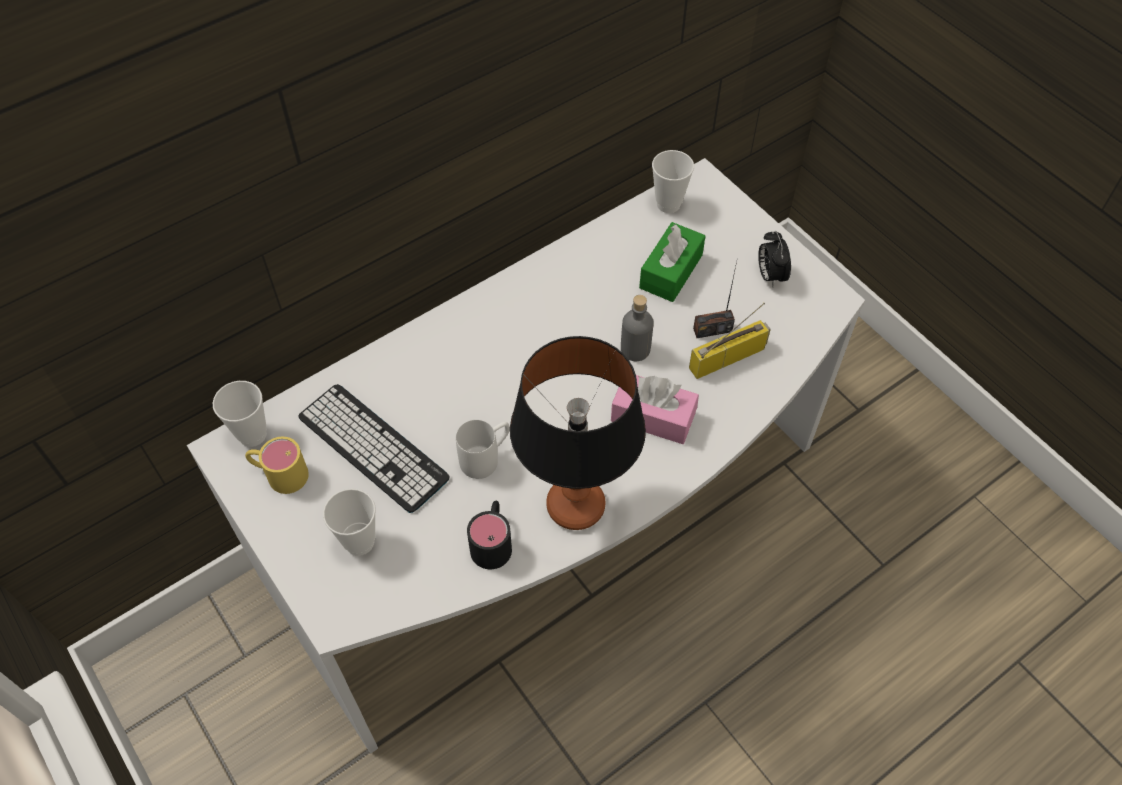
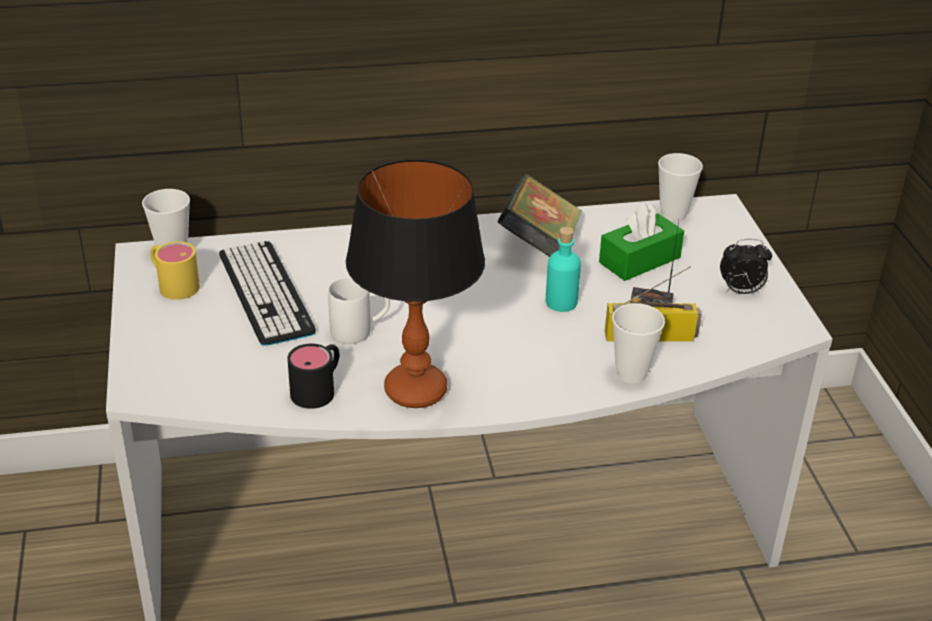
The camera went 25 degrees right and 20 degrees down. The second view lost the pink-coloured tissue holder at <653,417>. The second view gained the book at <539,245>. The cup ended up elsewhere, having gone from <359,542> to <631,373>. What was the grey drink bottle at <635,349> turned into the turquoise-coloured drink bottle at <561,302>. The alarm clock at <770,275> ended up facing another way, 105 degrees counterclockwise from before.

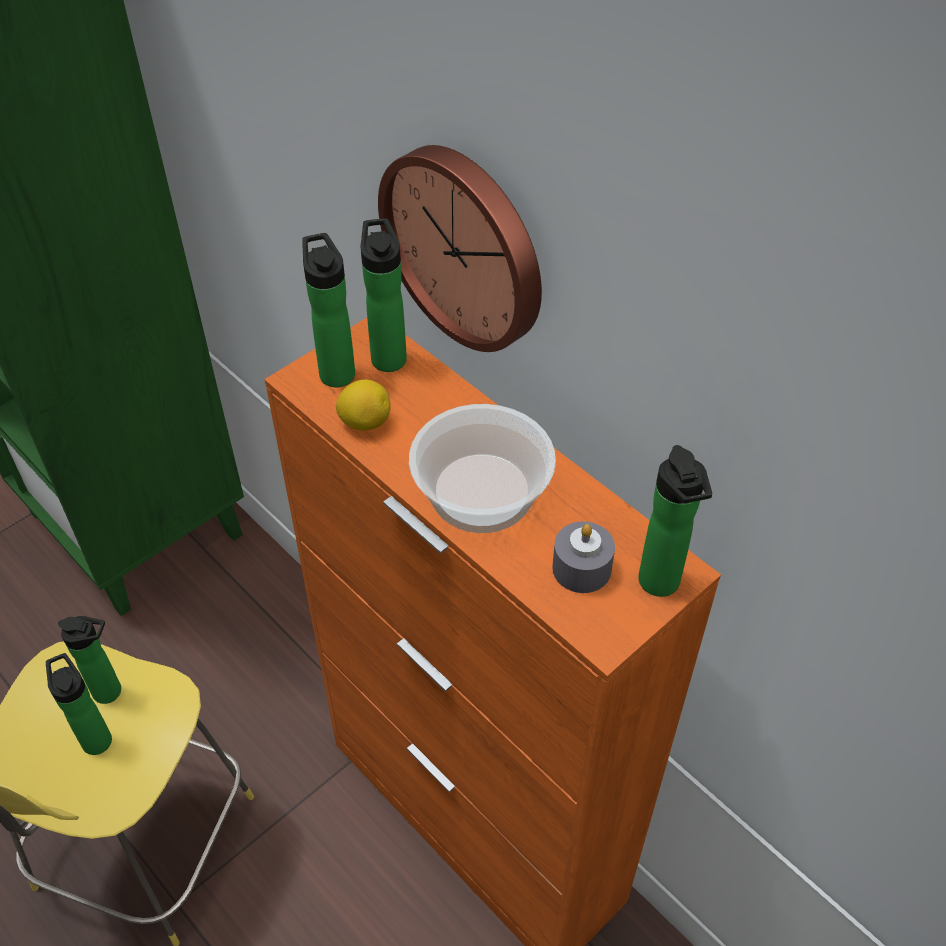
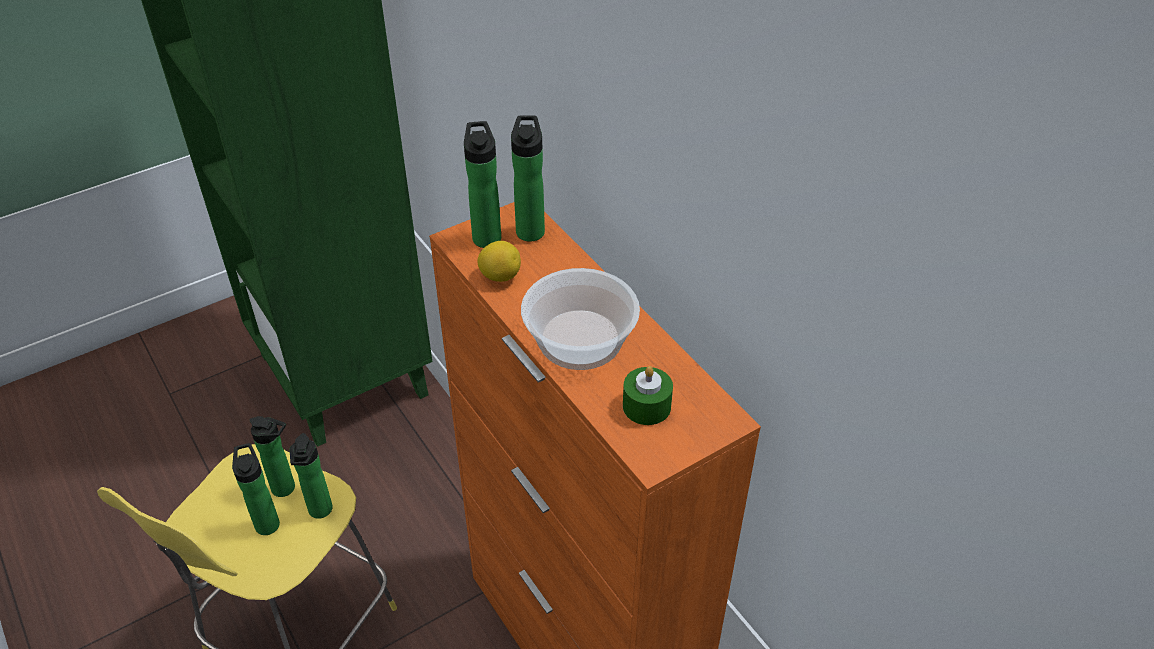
The camera went 10 degrees right and 5 degrees down. The second view lost the clock on the wall at <466,246>. The drink bottle ended up elsewhere, having gone from <661,586> to <320,512>. What was the grey candle at <581,568> turned into the greenish candle at <646,406>.

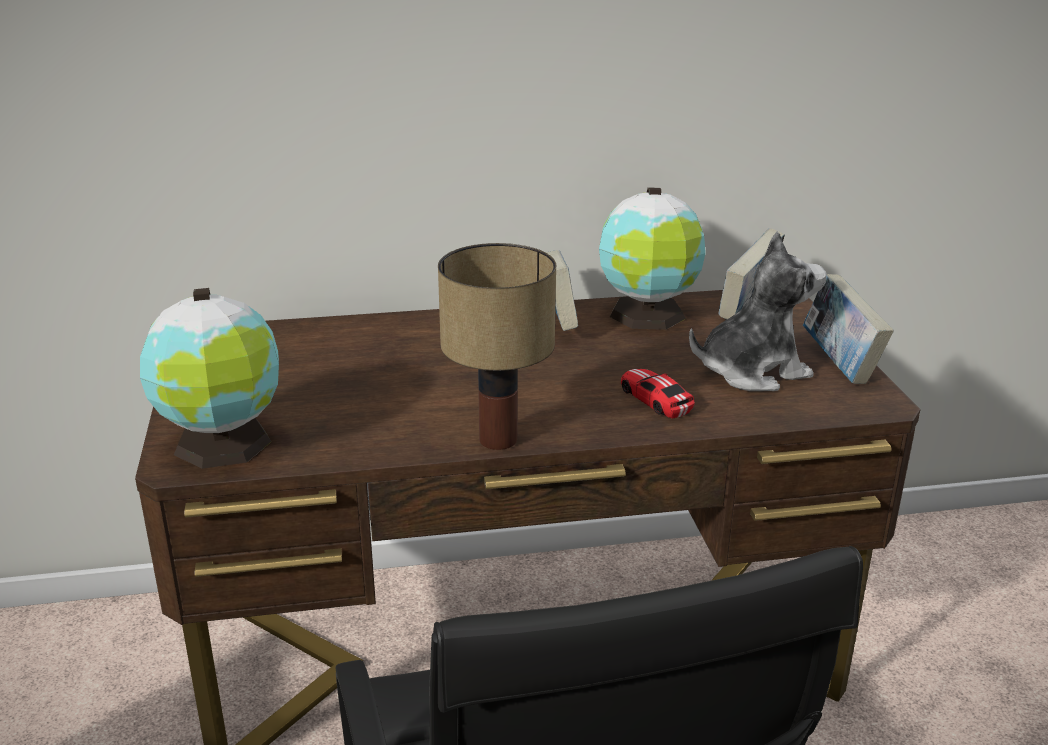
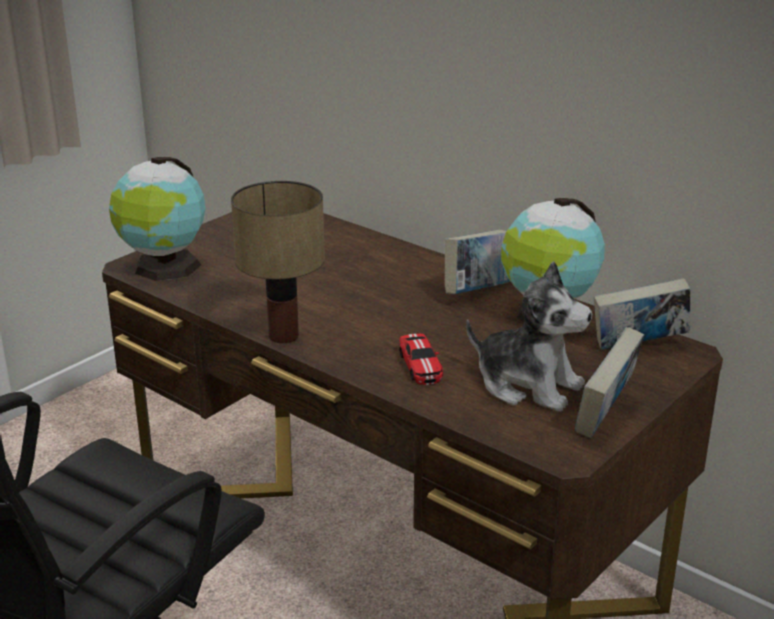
The camera went 50 degrees right and 0 degrees up. The miniature car at <655,399> ended up facing another way, 150 degrees clockwise from before.

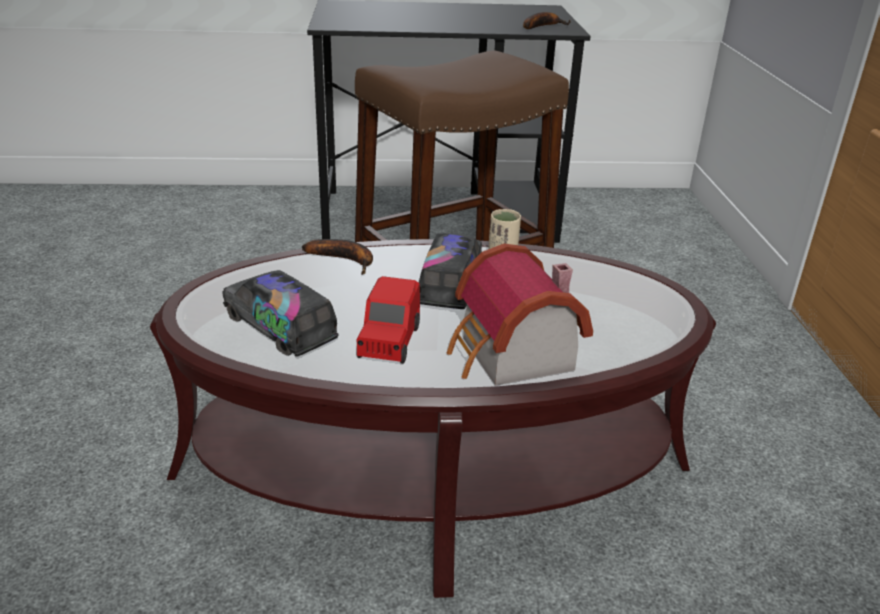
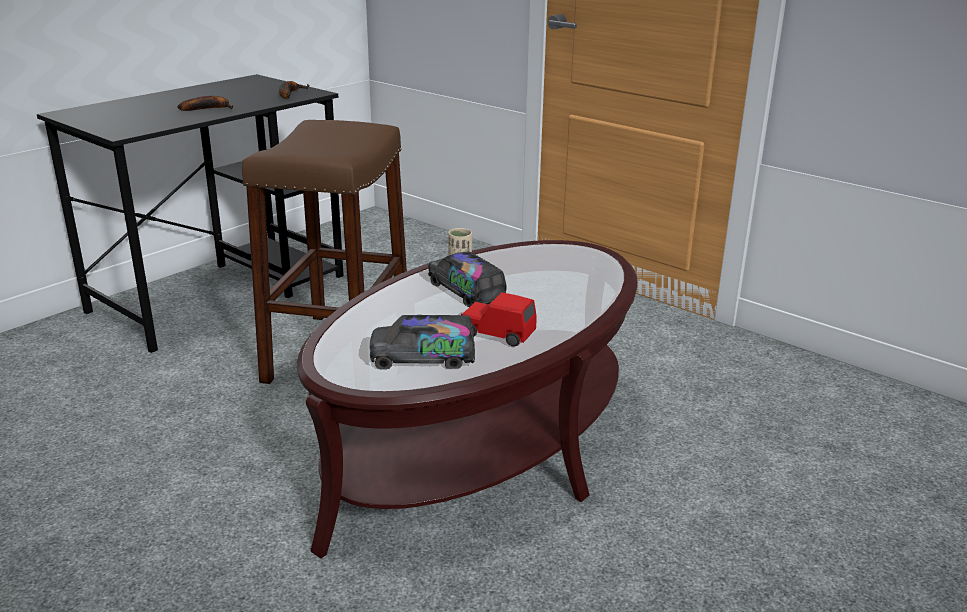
The camera went 45 degrees left and 5 degrees down. The second view lost the toy house at <511,356>. The banana ended up elsewhere, having gone from <345,260> to <208,109>. The red miniature car at <389,342> ended up facing another way, 150 degrees clockwise from before.

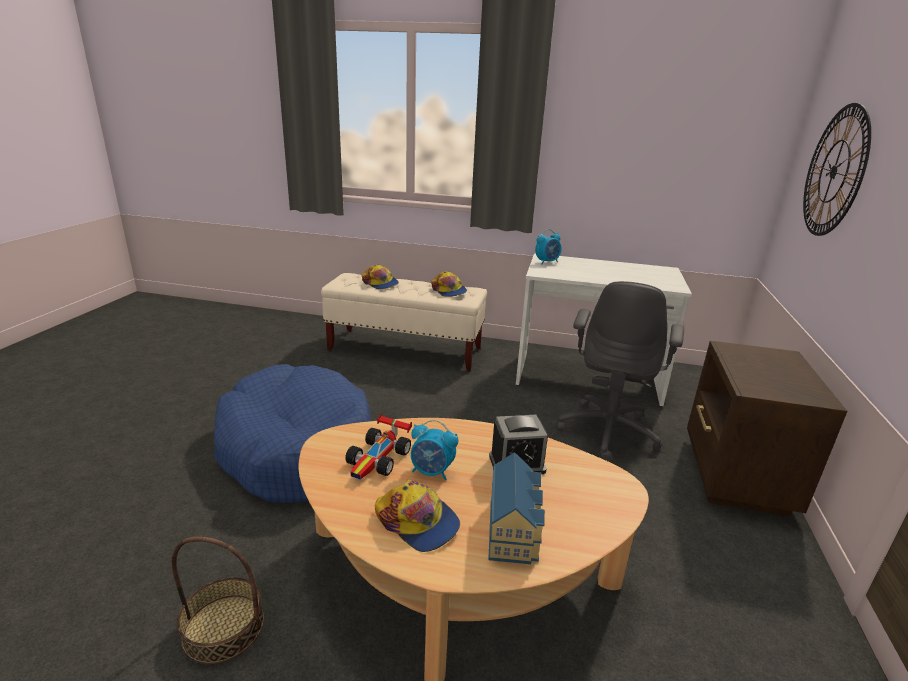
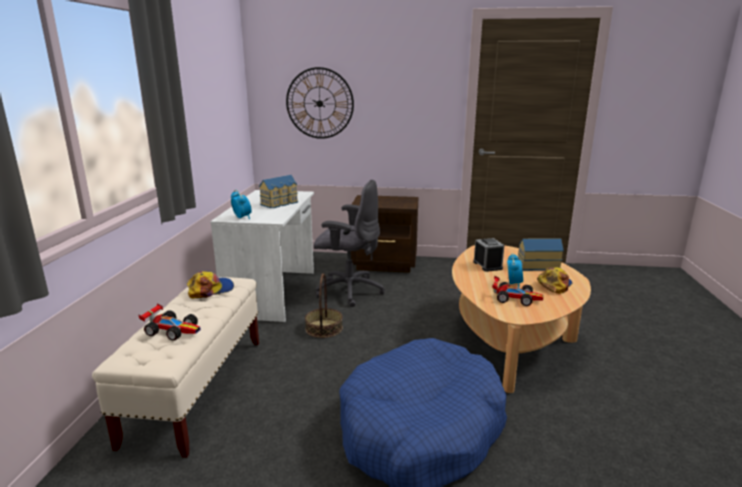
The camera went 95 degrees left and 5 degrees down. The second view gained the toy house at <280,203>. The household basket ended up elsewhere, having gone from <223,628> to <324,328>. Where the cap stood at <380,283>, the miniature car came to stand at <173,330>.

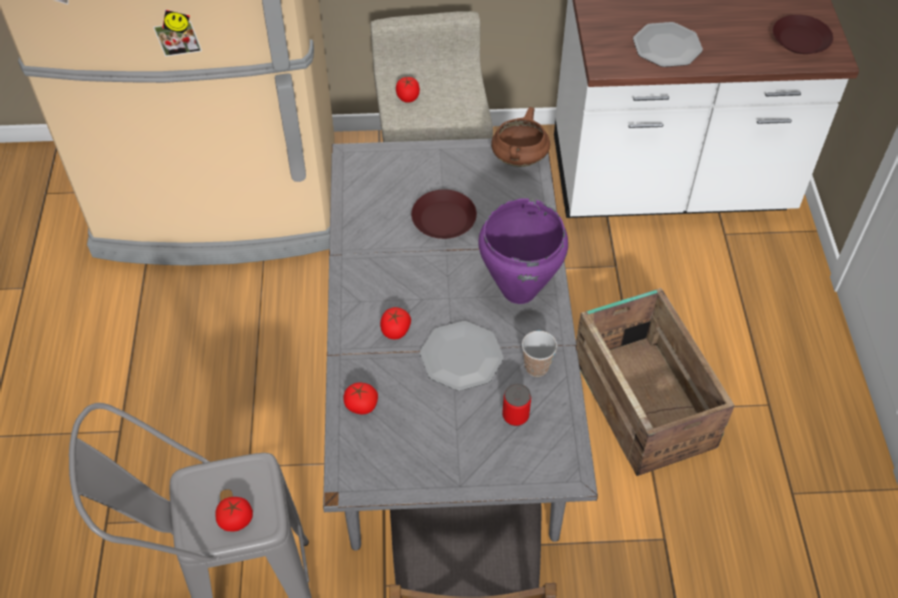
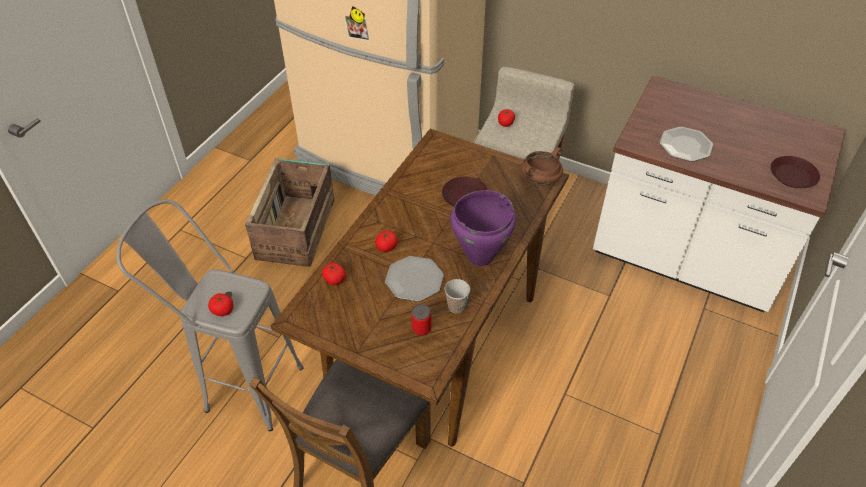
The camera went 30 degrees right and 5 degrees down. The crate ended up elsewhere, having gone from <643,400> to <297,228>. What was the grey kitchen table at <449,422> turned into the brownish kitchen table at <433,341>.

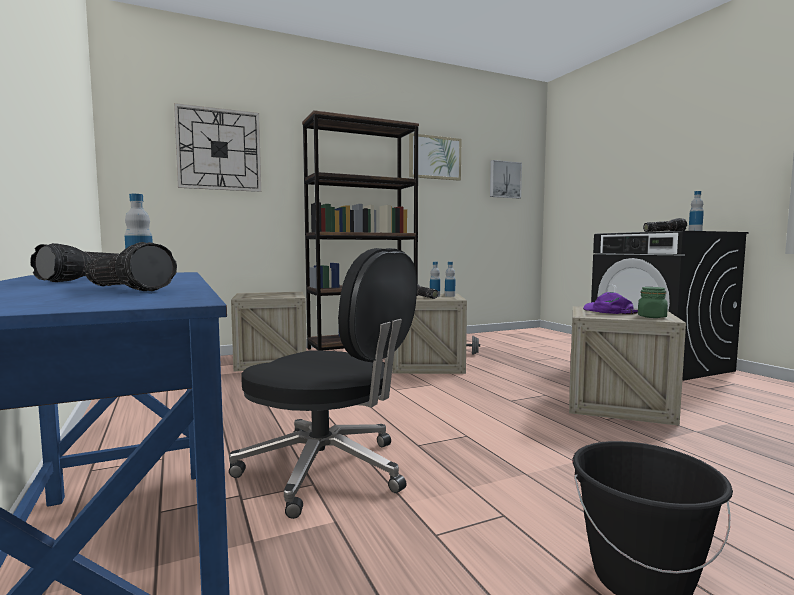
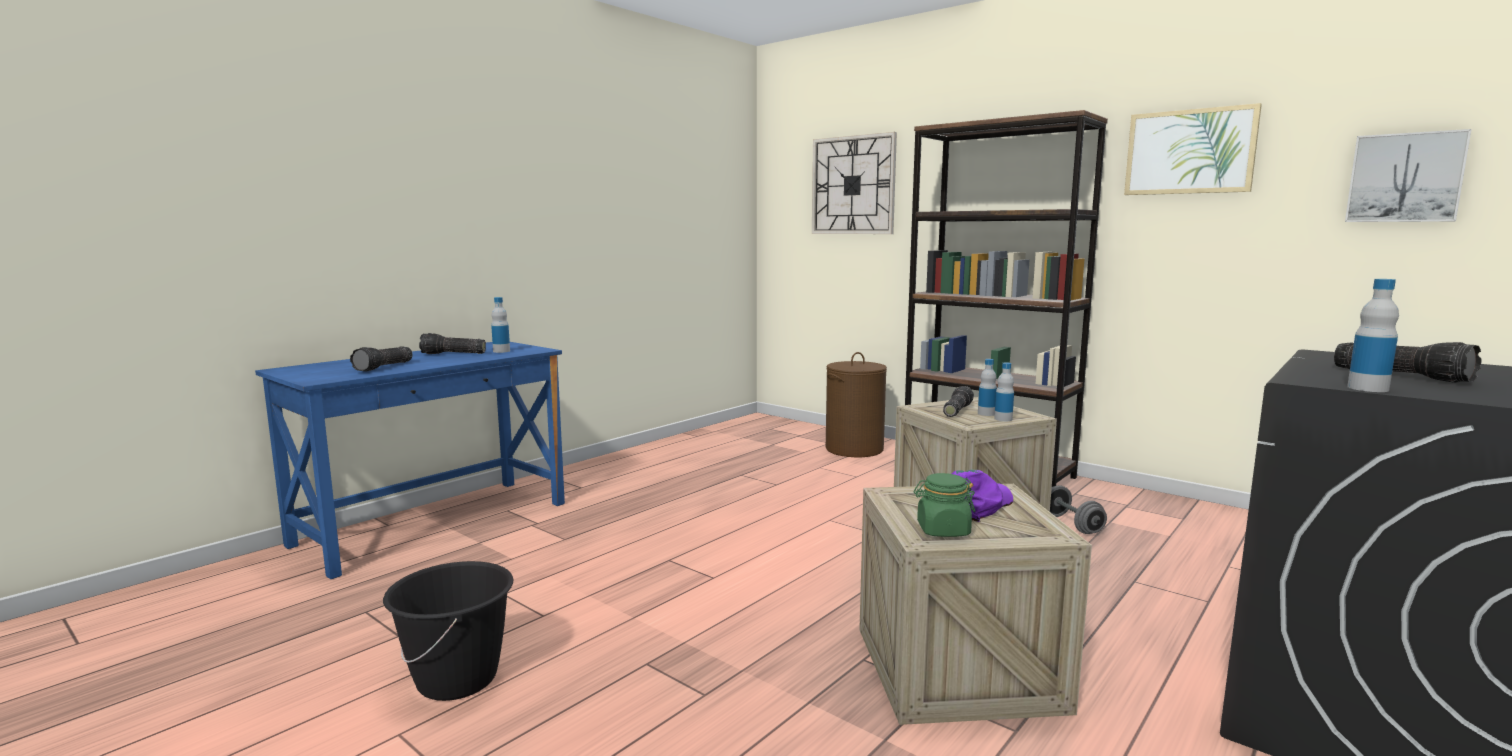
The camera went 65 degrees right and 5 degrees up. The second view lost the black-coloured desk chair at <327,471>. Where the crate stood at <271,361>, the brownish washing basket came to stand at <854,449>.

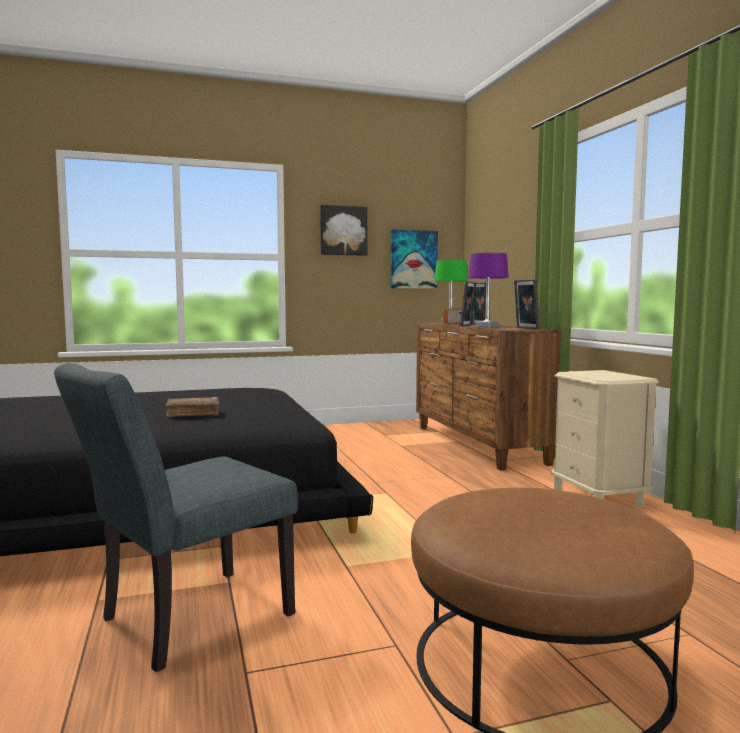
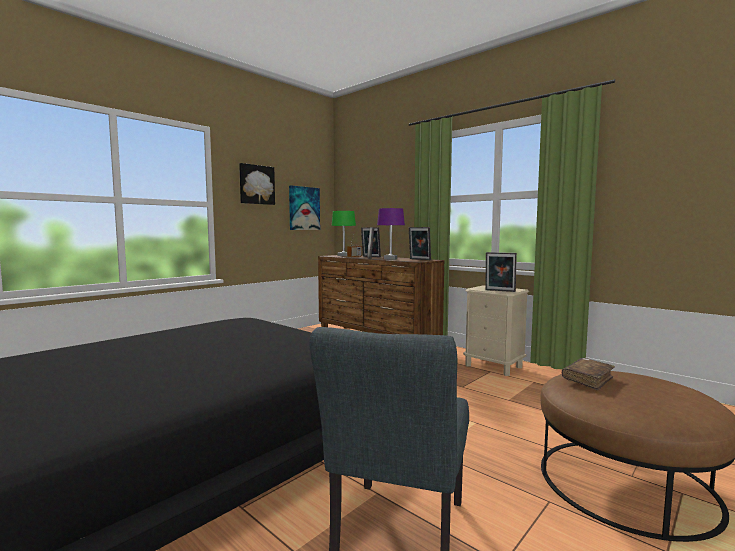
The camera went 30 degrees left and 0 degrees up. The second view gained the picture frame at <500,291>. The brownish book ended up elsewhere, having gone from <193,413> to <587,380>.

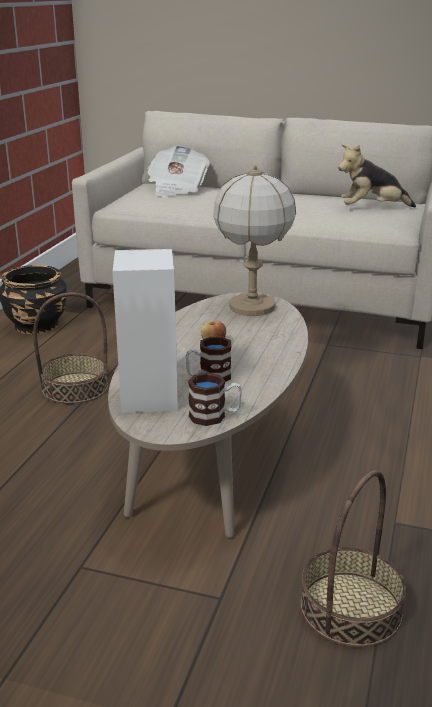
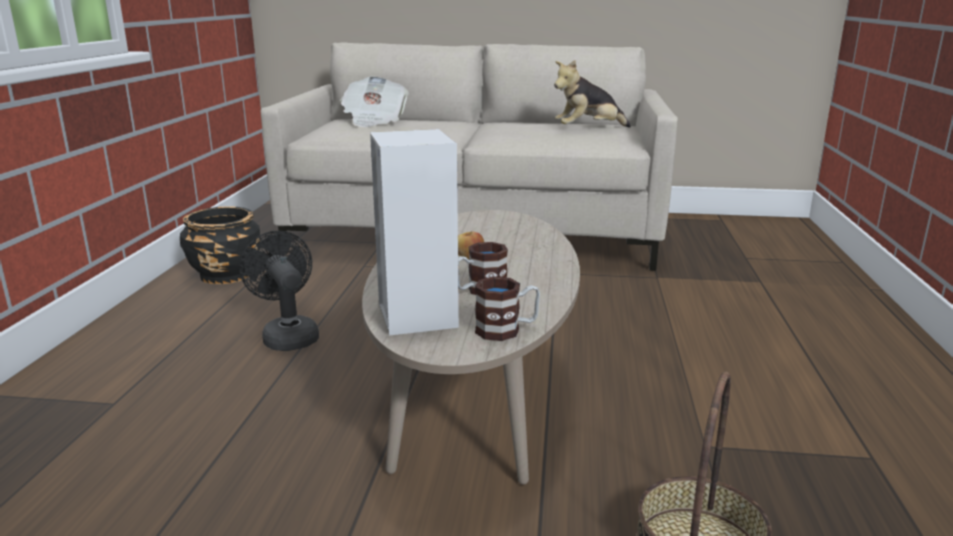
The camera went 10 degrees left and 5 degrees down. The second view lost the tabletop lamp at <252,307>. Where the household basket stood at <75,388>, the black-coloured cooling fan came to stand at <287,336>.

